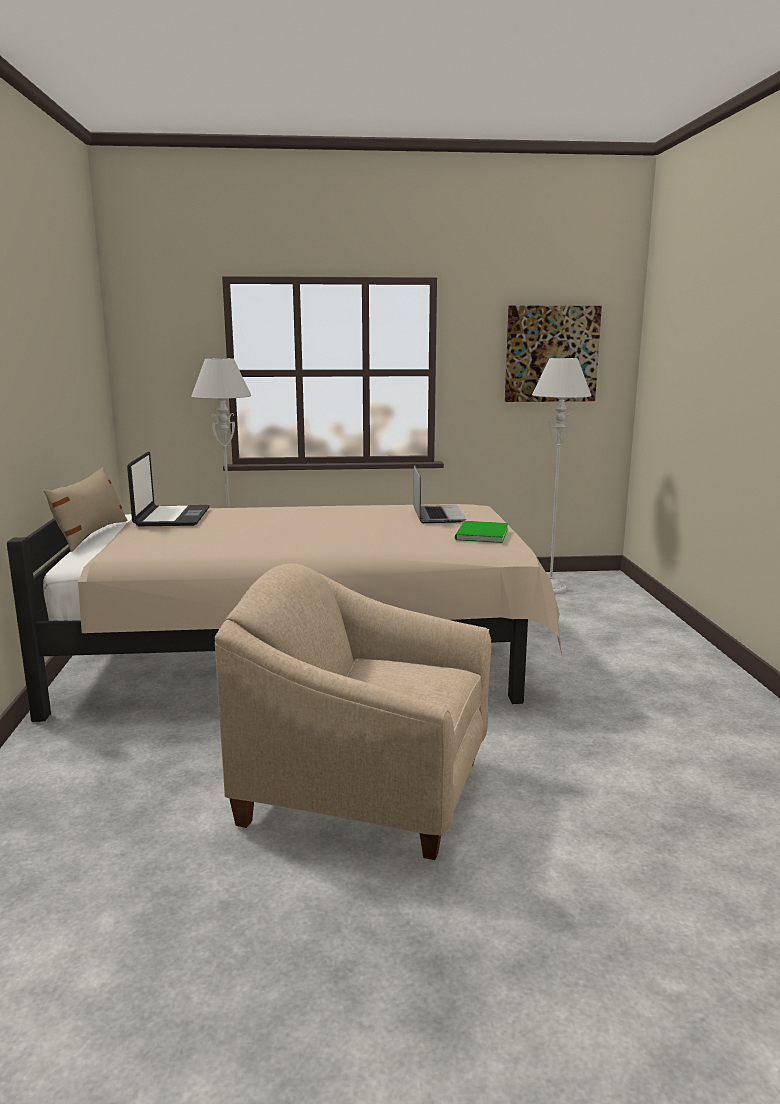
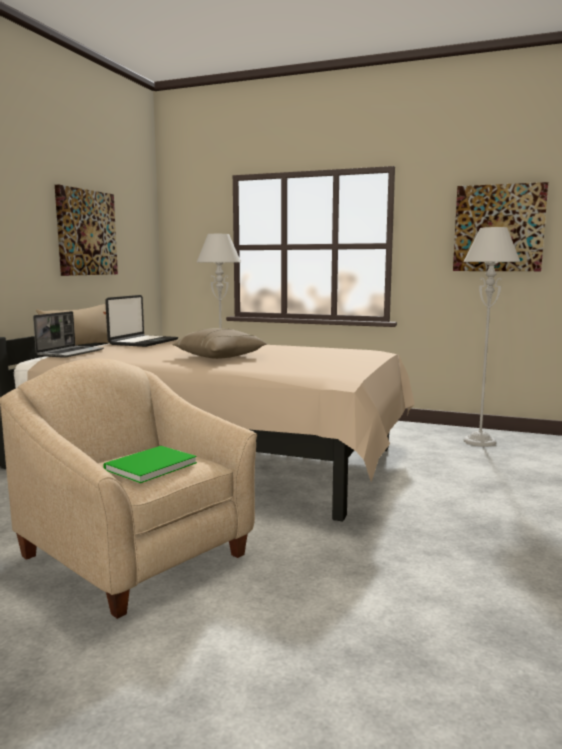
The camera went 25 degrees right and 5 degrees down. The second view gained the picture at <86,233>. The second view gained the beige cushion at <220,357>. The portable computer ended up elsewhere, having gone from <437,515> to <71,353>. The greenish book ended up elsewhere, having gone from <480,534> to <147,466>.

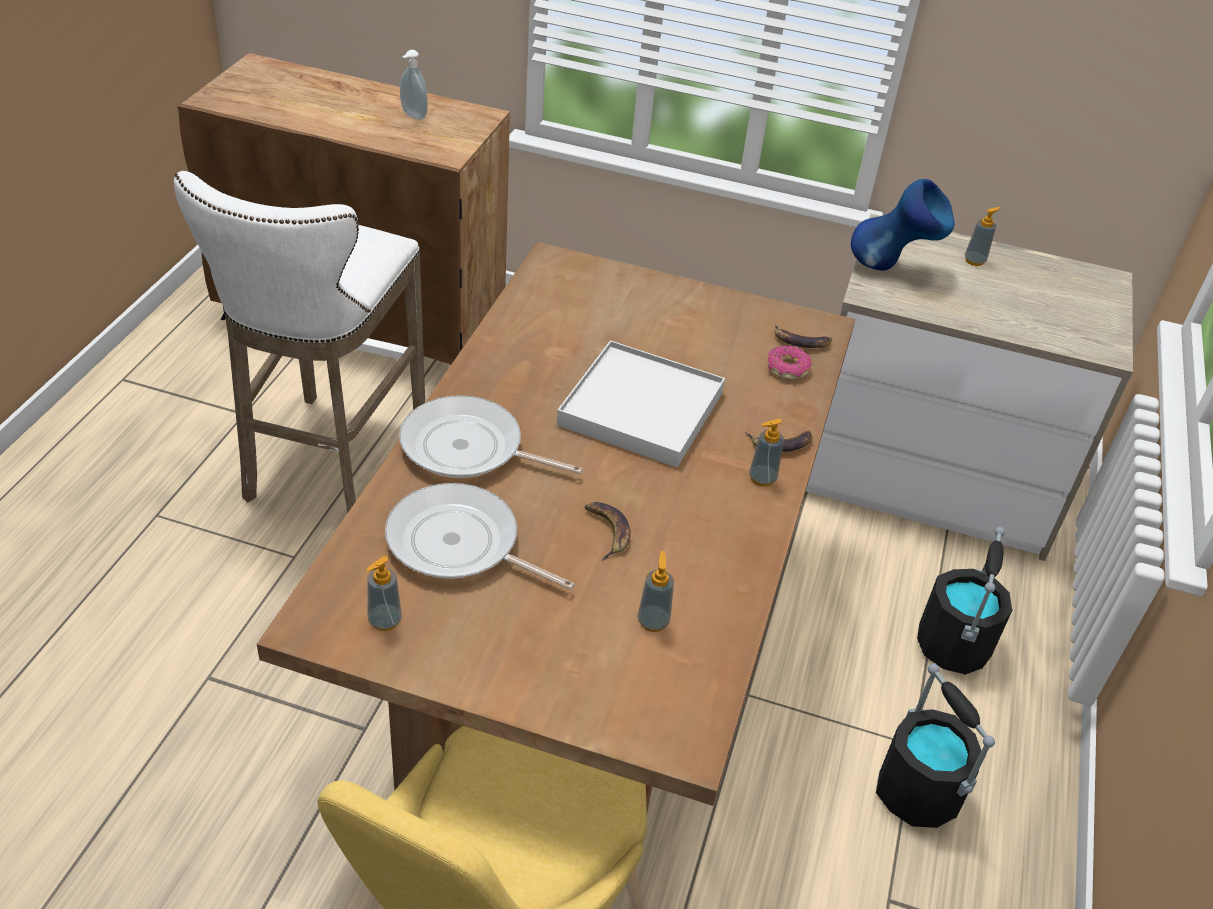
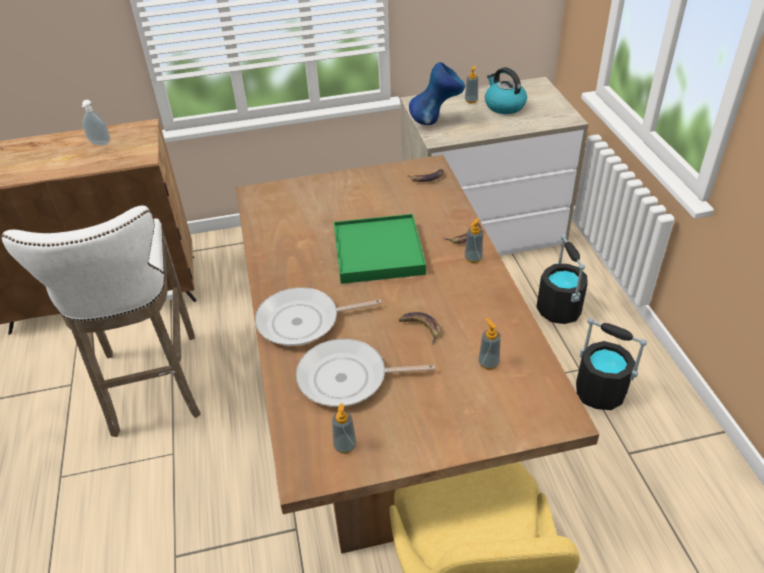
The camera went 25 degrees left and 0 degrees up. The second view lost the doughnut at <787,369>. The second view gained the tea kettle at <504,106>. What was the white carrying tray at <640,409> turned into the greenish carrying tray at <378,252>.

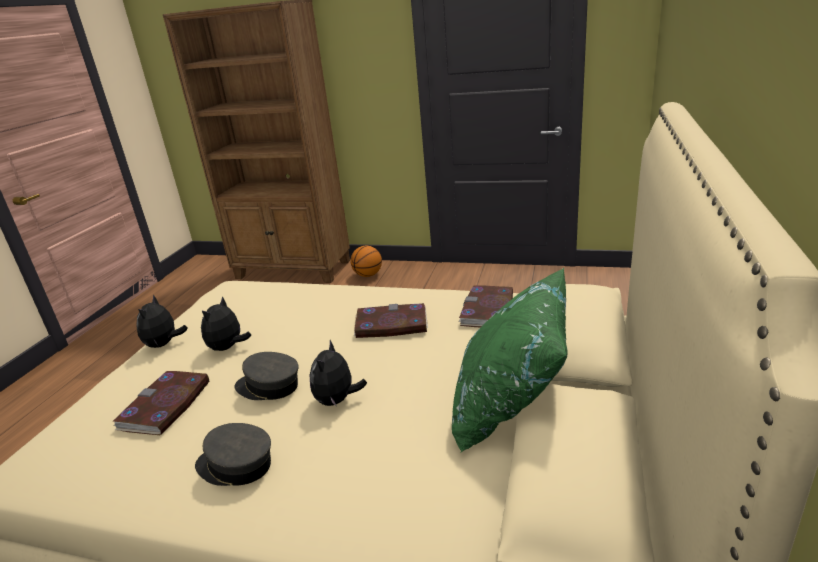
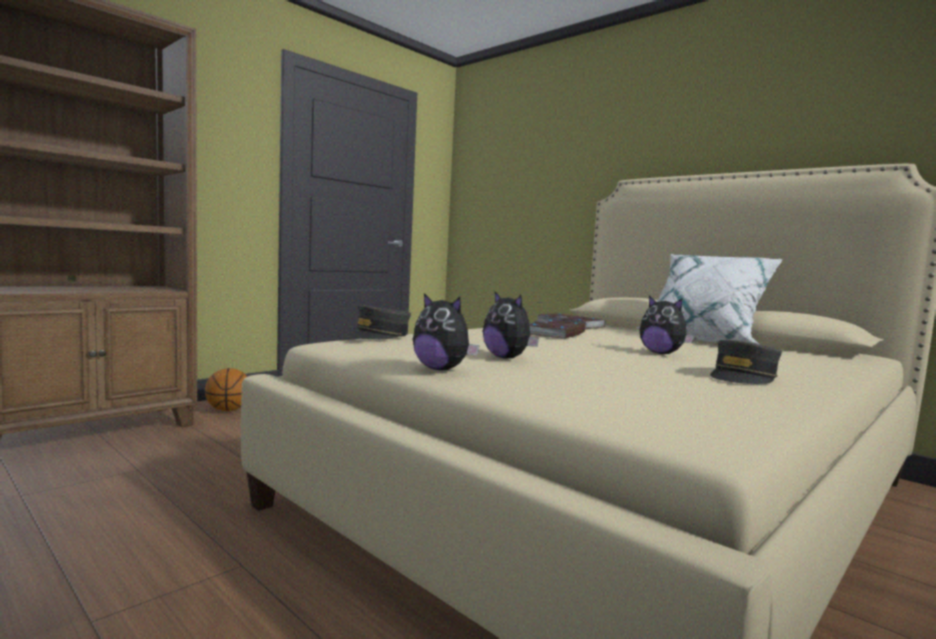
The camera went 65 degrees left and 20 degrees down. The second view lost the book at <165,405>. The grey cap ended up elsewhere, having gone from <269,386> to <378,336>. What was the greenish cushion at <511,405> turned into the white cushion at <703,339>.

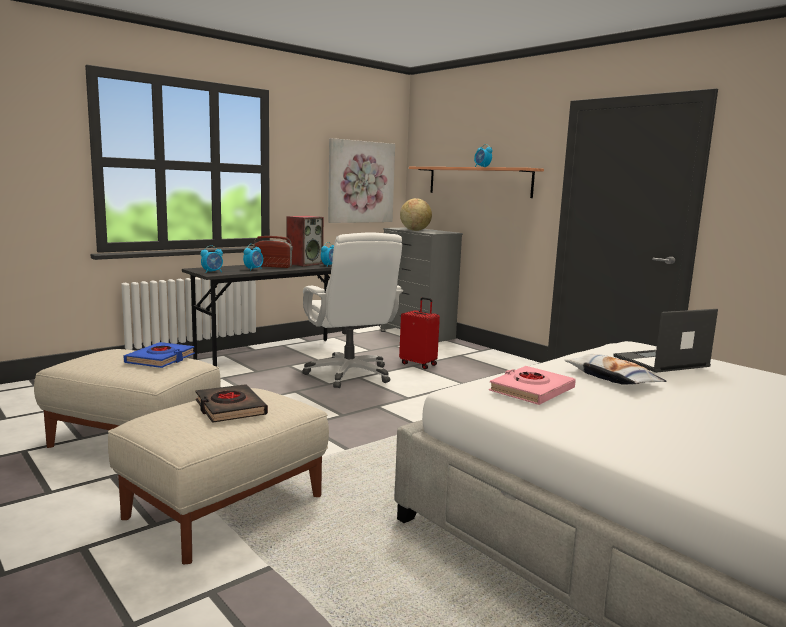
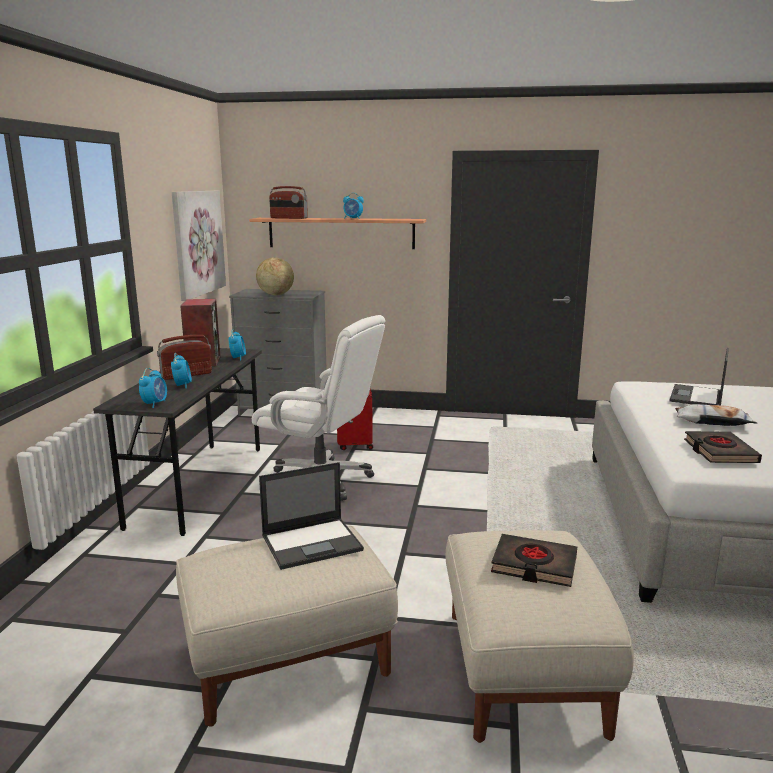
The camera went 40 degrees left and 5 degrees up. The second view gained the radio set at <288,218>. Where the blue book stood at <161,359>, the portable computer came to stand at <313,543>. What was the pink-coloured book at <531,391> turned into the black-coloured book at <719,452>.

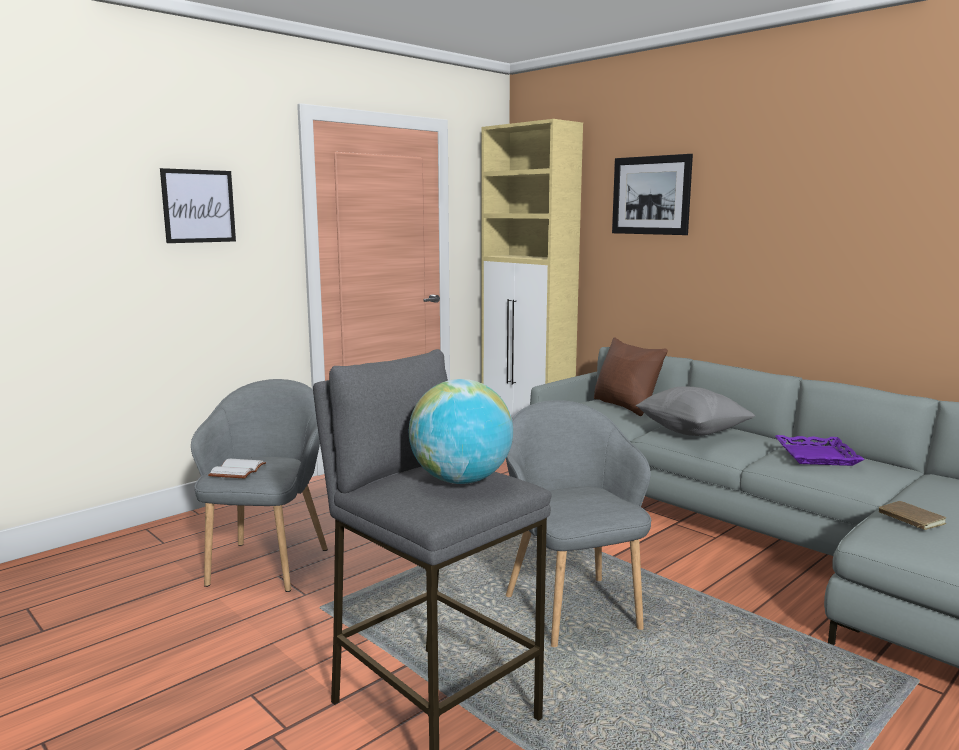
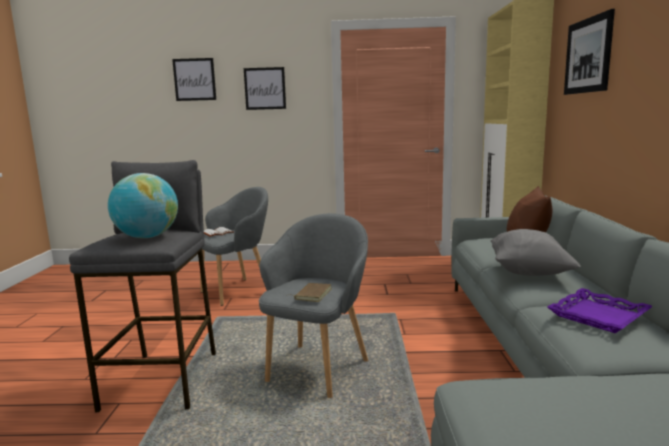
The camera went 45 degrees right and 0 degrees up. The second view gained the picture at <194,79>. The brownish book ended up elsewhere, having gone from <909,519> to <312,294>.

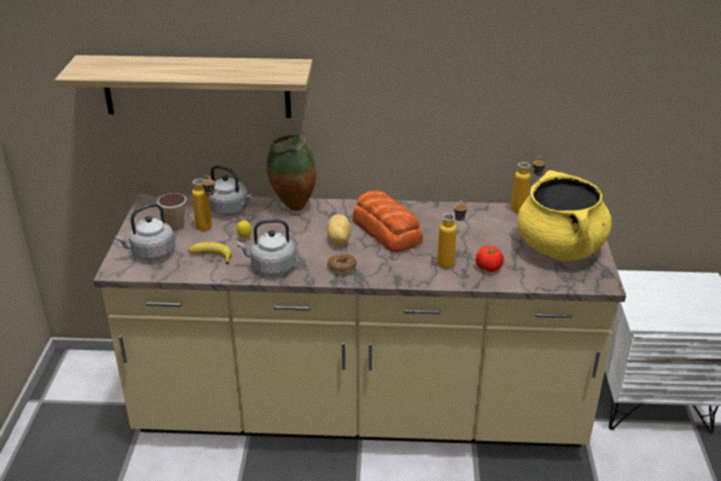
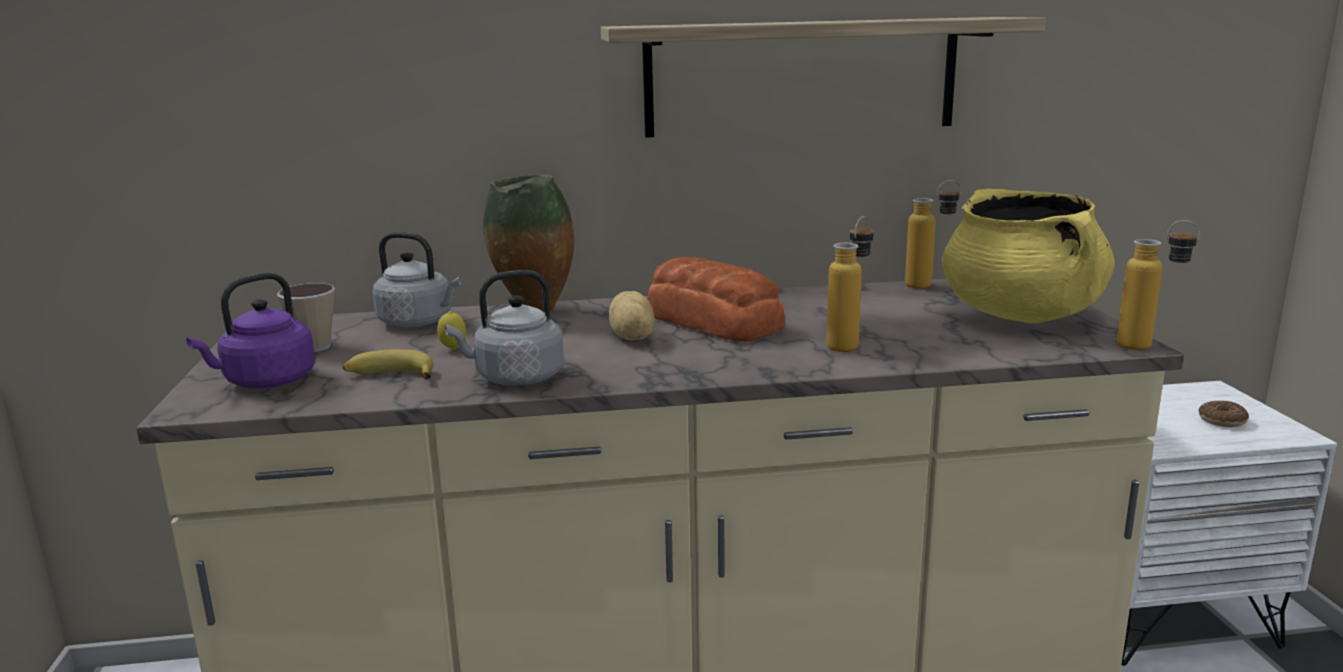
The camera went 10 degrees left and 15 degrees down. The second view lost the whole tomato at <488,268>. The wall shelf ended up elsewhere, having gone from <196,86> to <801,77>. The drink bottle ended up elsewhere, having gone from <208,229> to <1148,348>. The doughnut ended up elsewhere, having gone from <342,267> to <1222,421>. What was the grey tea kettle at <151,253> turned into the purple tea kettle at <265,382>.

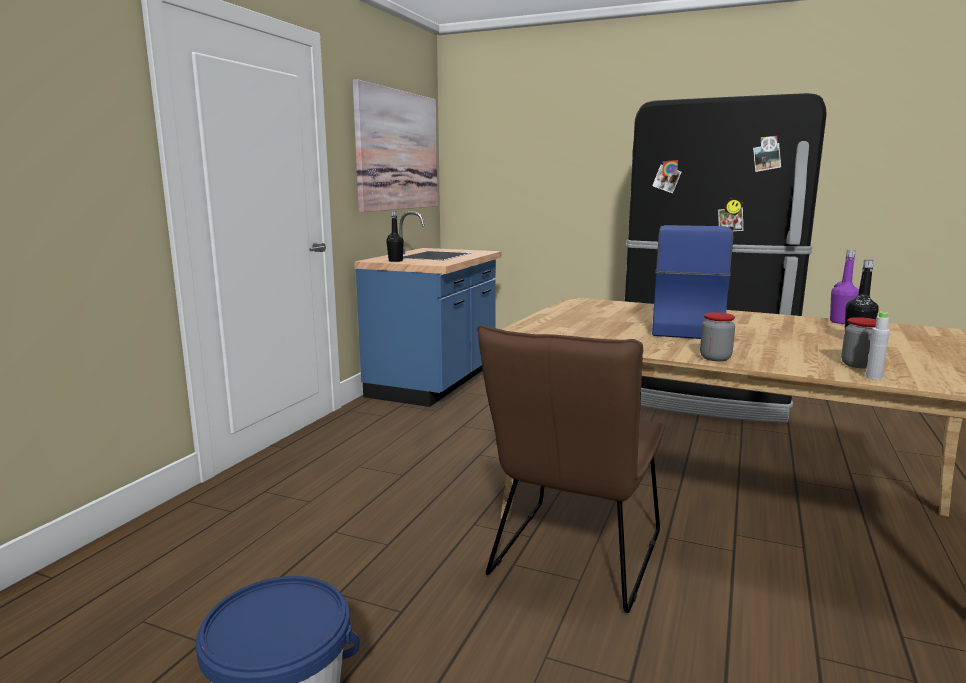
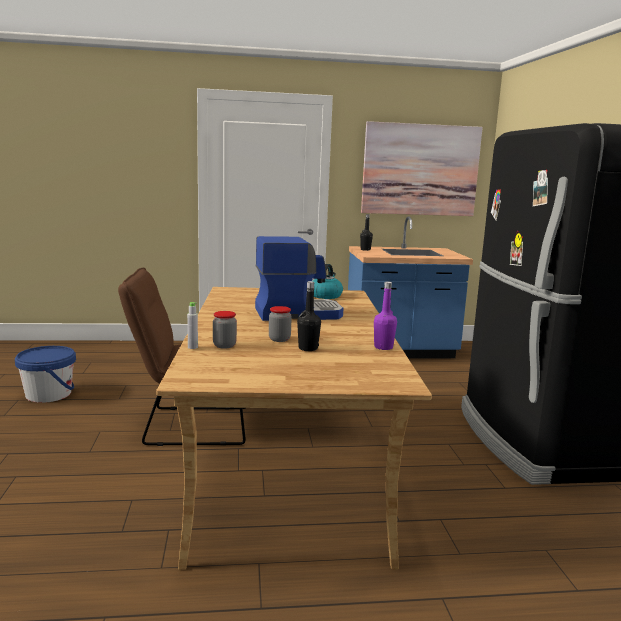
The camera went 60 degrees right and 0 degrees up. The second view gained the tea kettle at <325,295>. The preserve jar ended up elsewhere, having gone from <715,358> to <279,339>.

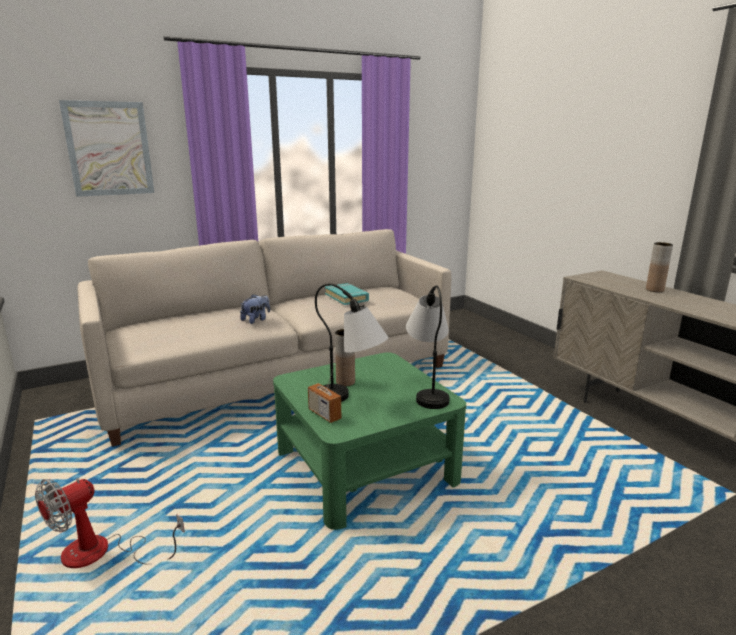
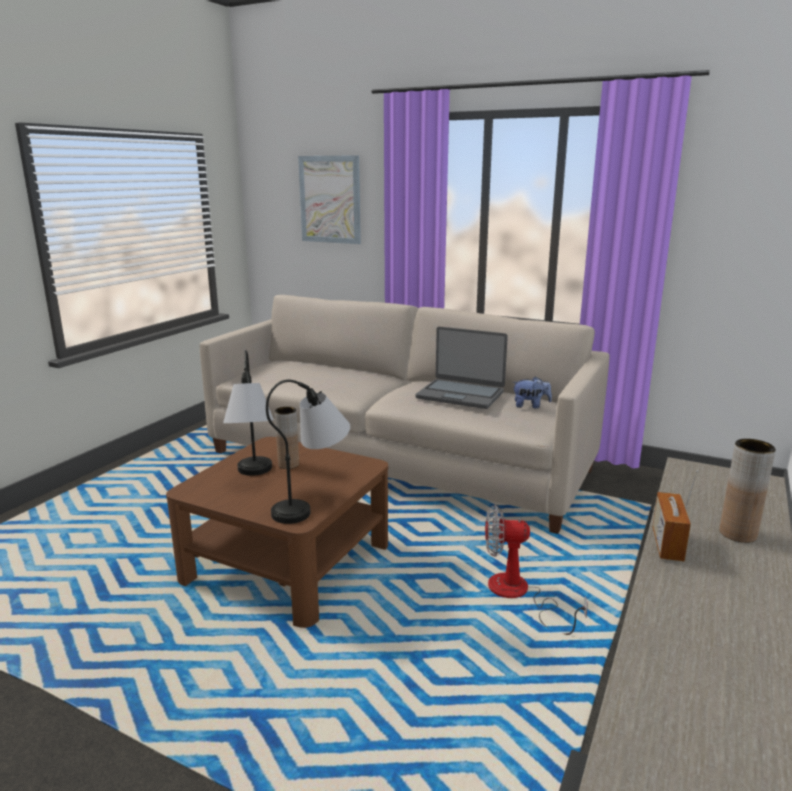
The camera went 55 degrees right and 0 degrees up. The cooling fan ended up elsewhere, having gone from <102,553> to <518,595>. The soft toy ended up elsewhere, having gone from <256,320> to <530,406>. The radio set ended up elsewhere, having gone from <324,414> to <667,545>. Where the turquoise-coloured book stood at <346,297>, the portable computer came to stand at <460,395>. What was the greenish lounge table at <365,465> turned into the brownish lounge table at <289,562>.

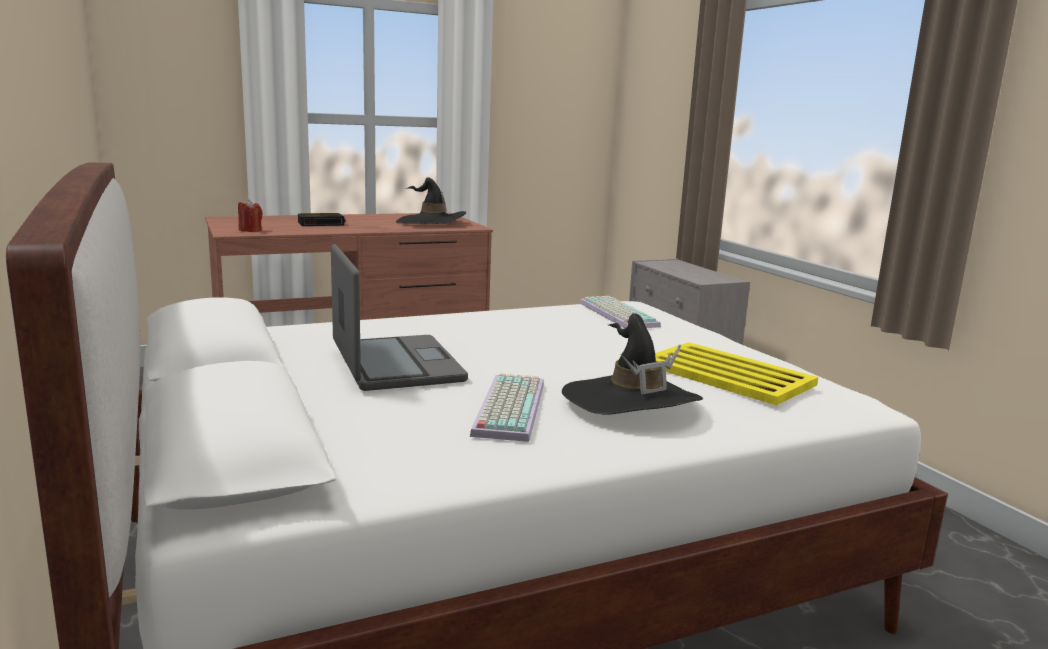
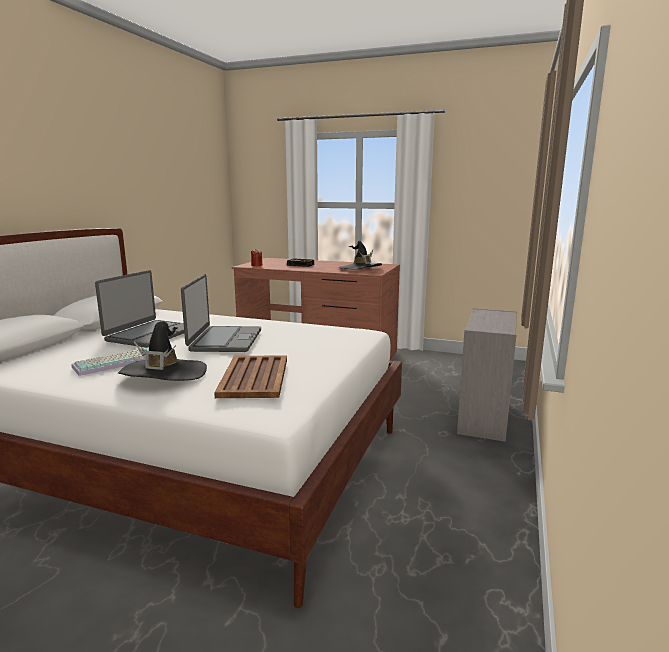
The camera went 45 degrees right and 0 degrees up. The second view lost the keyboard at <615,314>. The second view gained the portable computer at <225,340>. What was the yellowish carrying tray at <726,374> turned into the brownish carrying tray at <255,377>.

